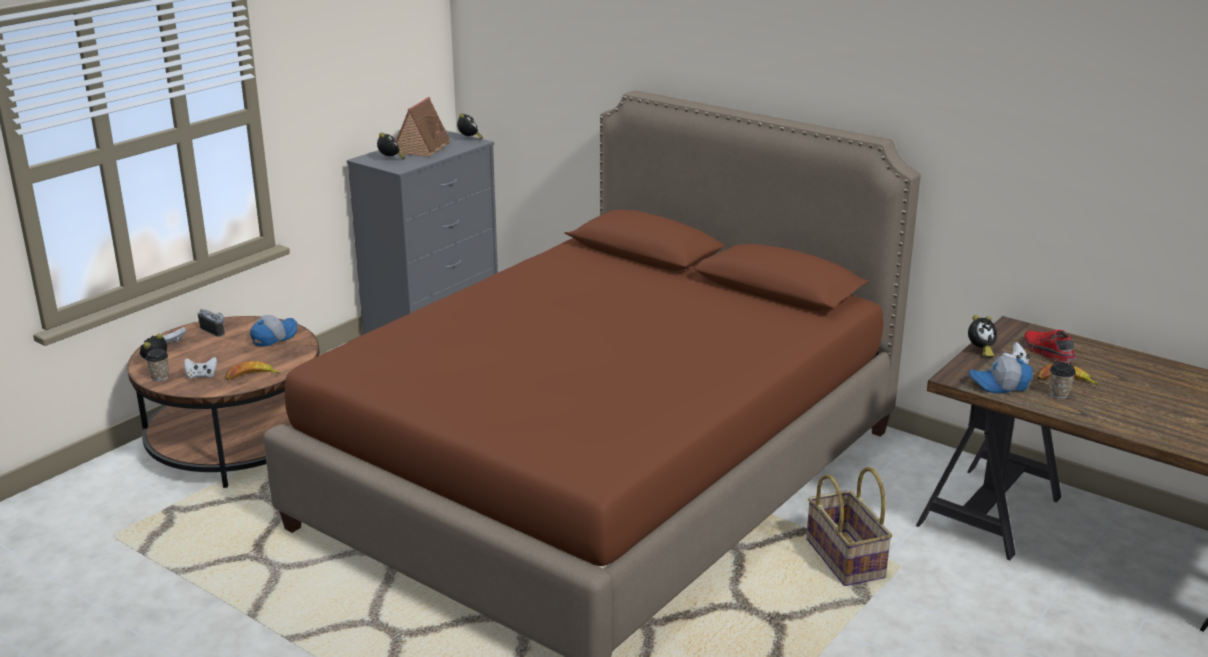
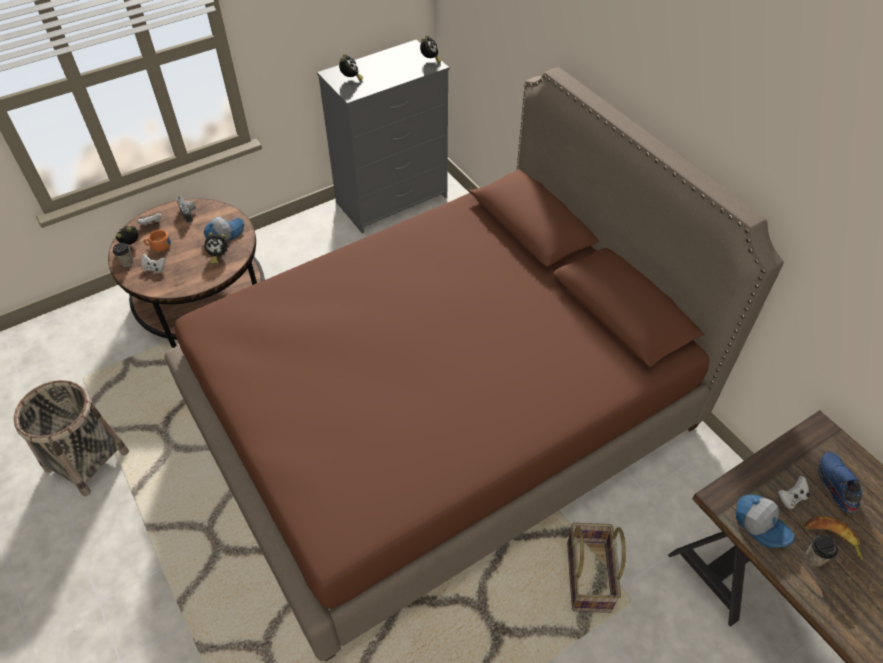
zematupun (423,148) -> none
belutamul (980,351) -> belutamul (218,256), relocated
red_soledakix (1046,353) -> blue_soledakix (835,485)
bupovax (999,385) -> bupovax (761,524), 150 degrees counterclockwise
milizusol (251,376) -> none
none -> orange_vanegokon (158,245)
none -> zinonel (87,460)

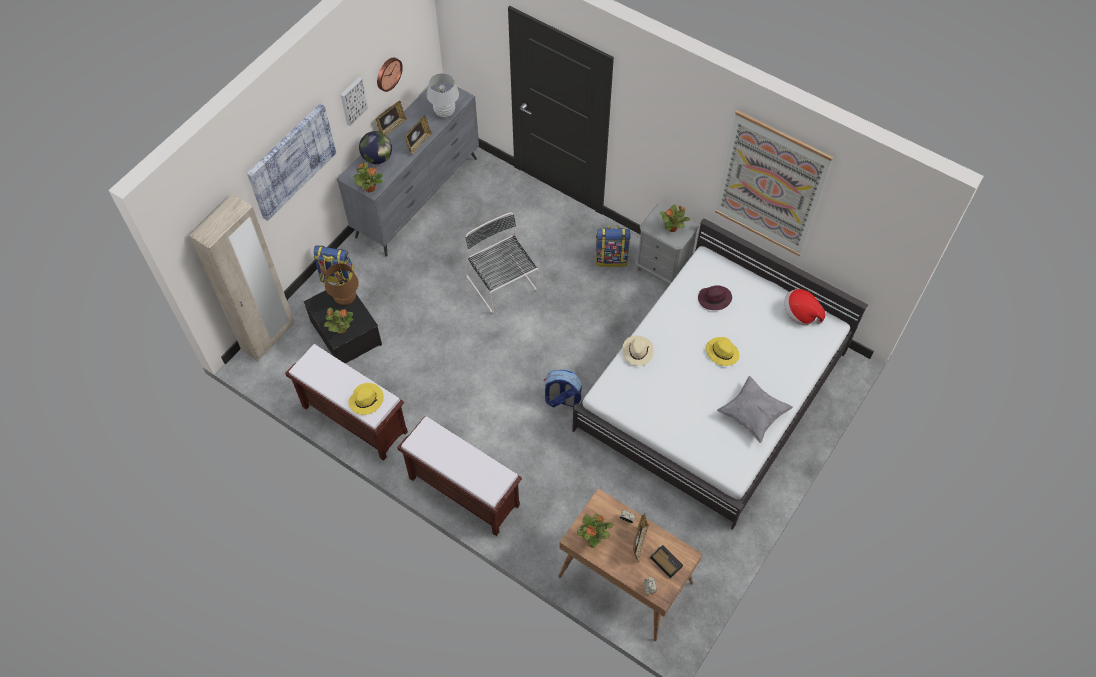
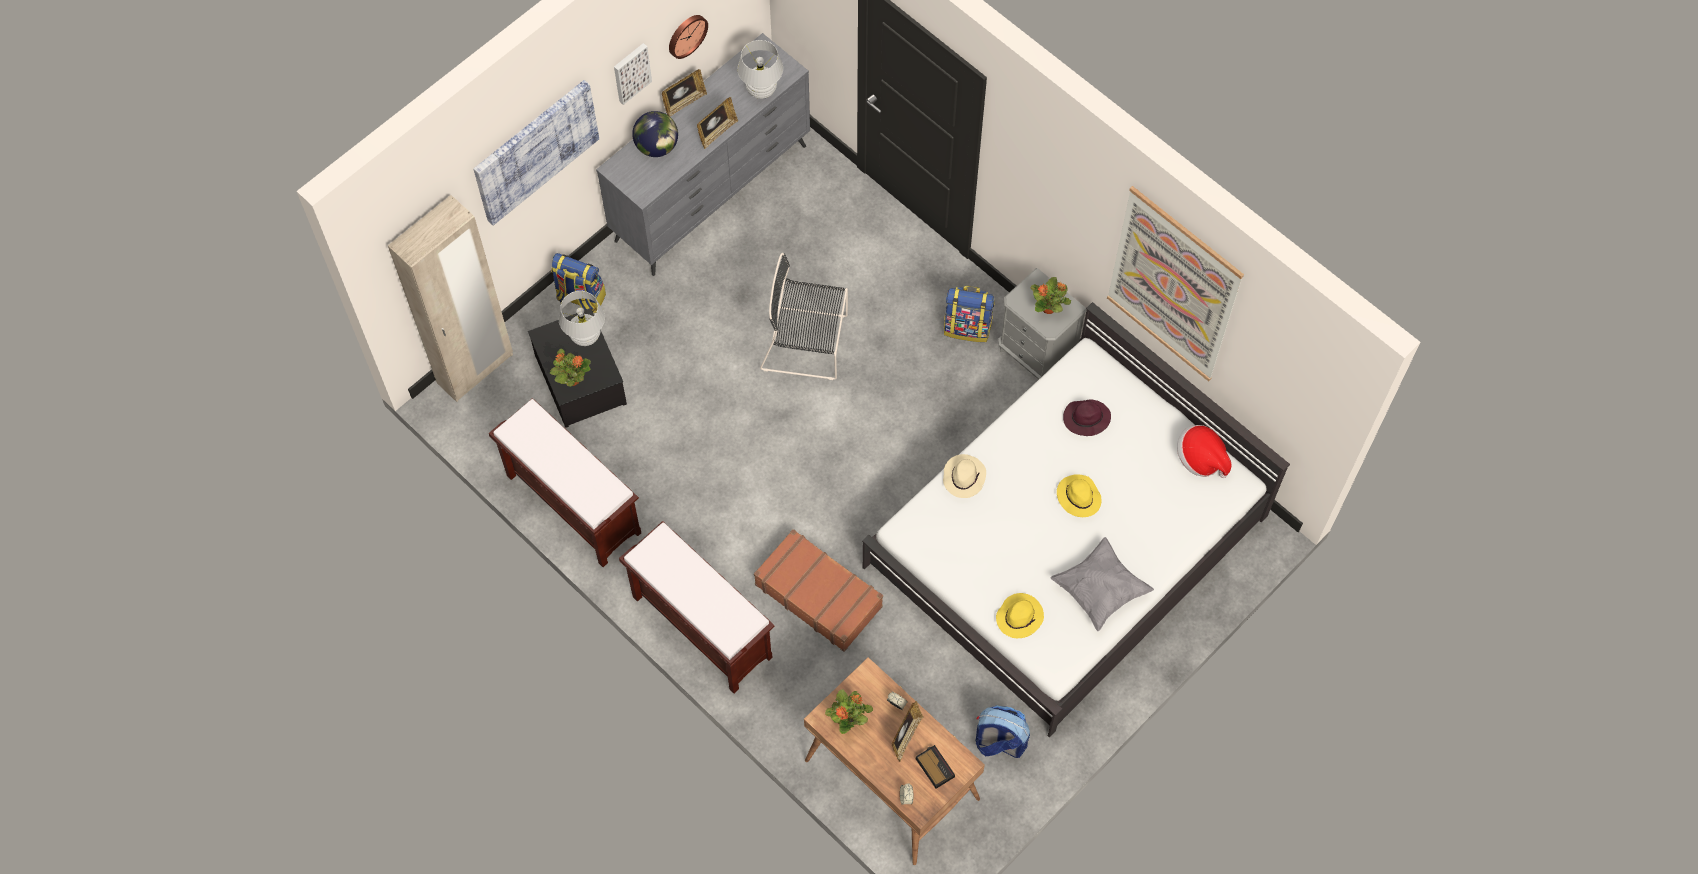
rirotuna (370,188) -> none
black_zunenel (502,285) -> black_zunenel (807,343), 60 degrees counterclockwise
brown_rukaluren (346,299) -> white_rukaluren (586,336)
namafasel (561,399) -> namafasel (999,742), relocated
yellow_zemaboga (366,399) -> yellow_zemaboga (1019,616), relocated
none -> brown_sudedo (819,594)

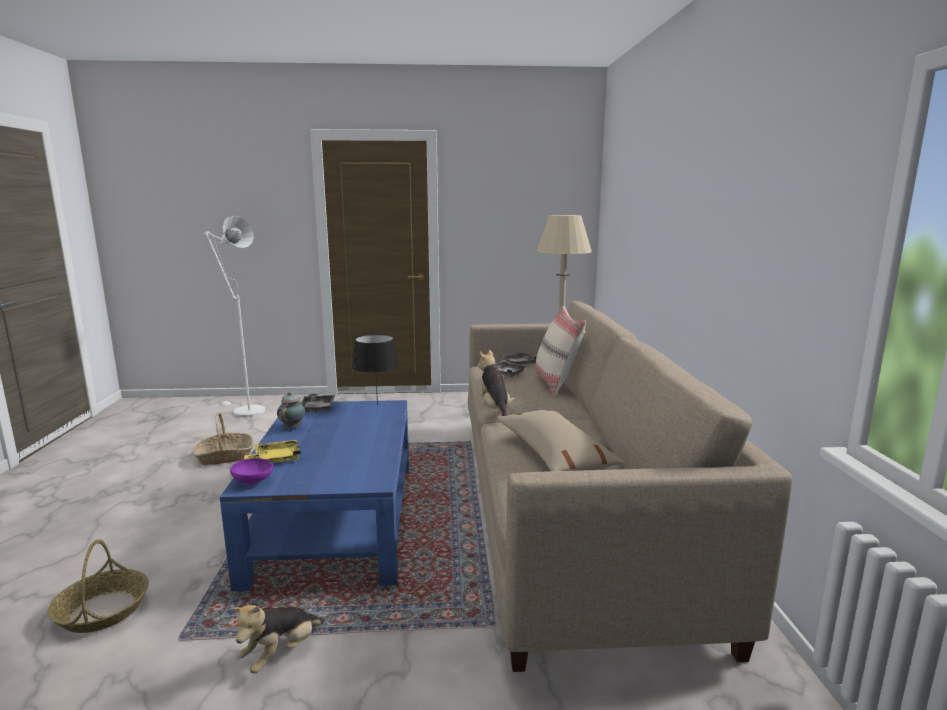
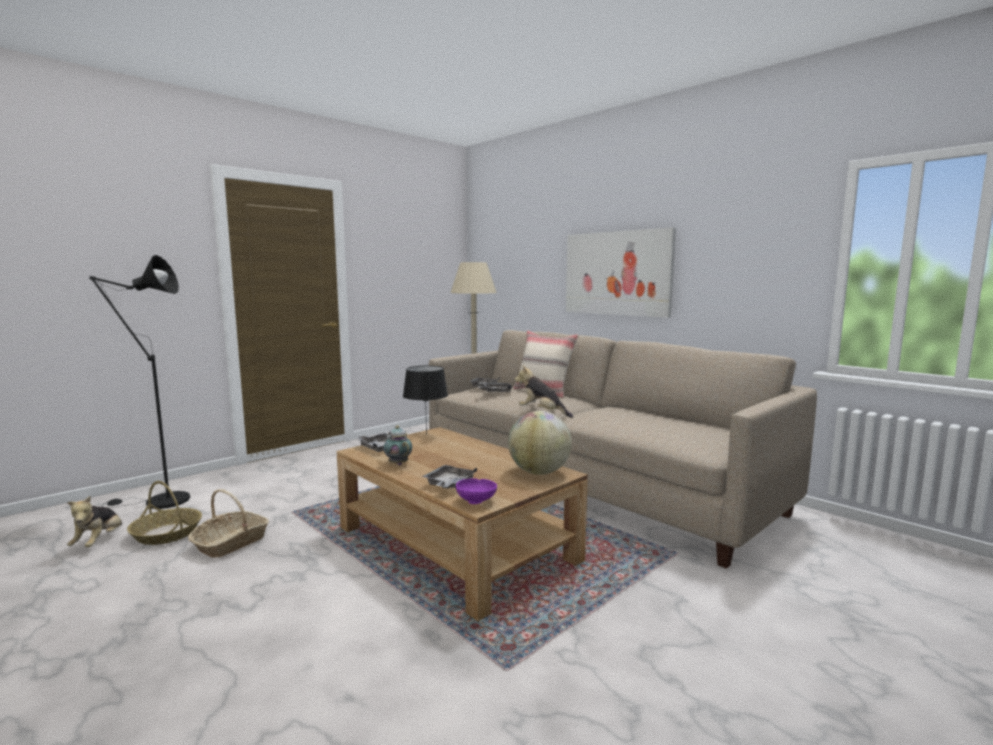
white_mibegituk (244,411) -> black_mibegituk (159,502)
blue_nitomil (336,519) -> brown_nitomil (455,544)
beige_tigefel (554,454) -> none
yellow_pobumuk (275,459) -> grey_pobumuk (449,484)
zinonel (102,610) -> zinonel (166,533), relocated
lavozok (281,653) -> lavozok (99,541), relocated
none -> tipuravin (617,273)
none -> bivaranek (539,472)

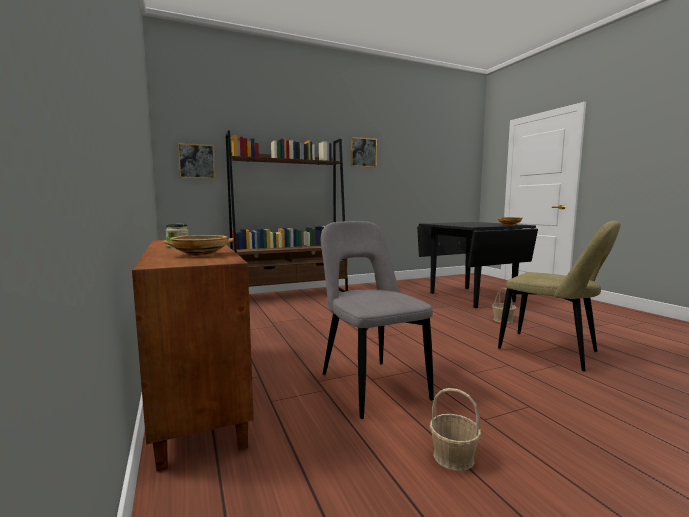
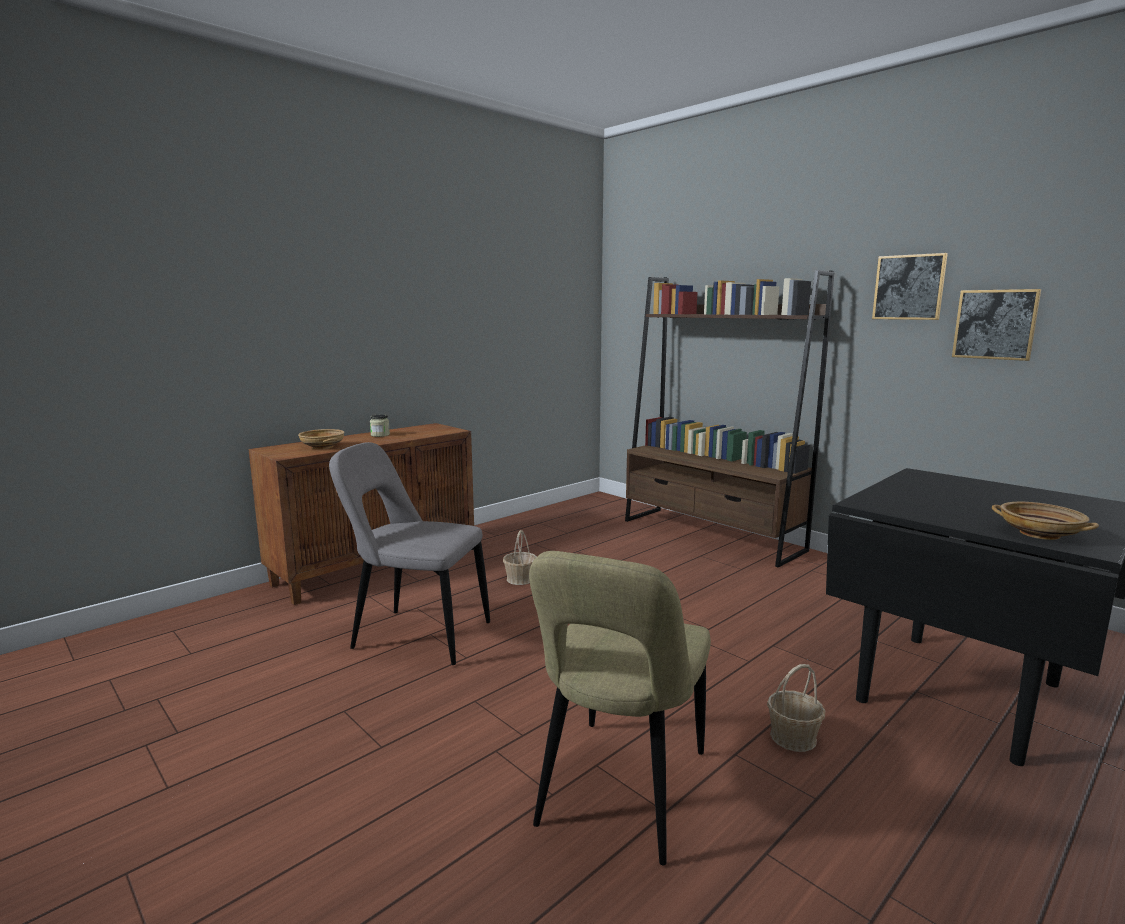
tipuravin (196,161) -> tipuravin (995,324), relocated
grey_zunenel (370,384) -> grey_zunenel (416,635), 120 degrees counterclockwise
zinonel (453,457) -> zinonel (520,579), relocated

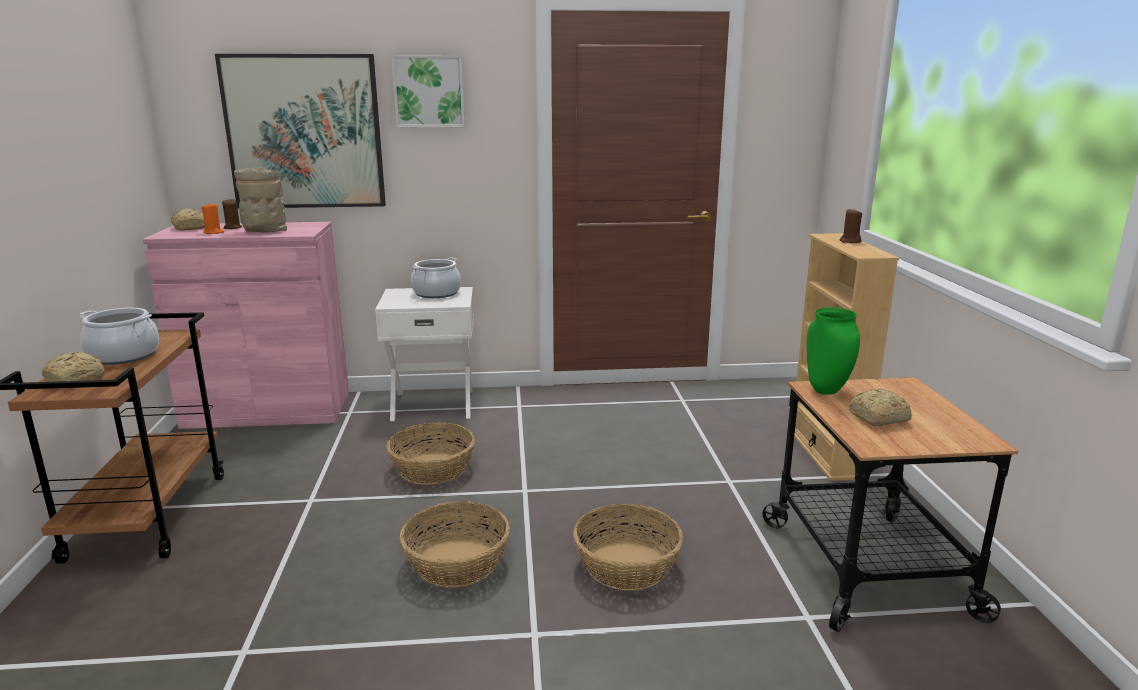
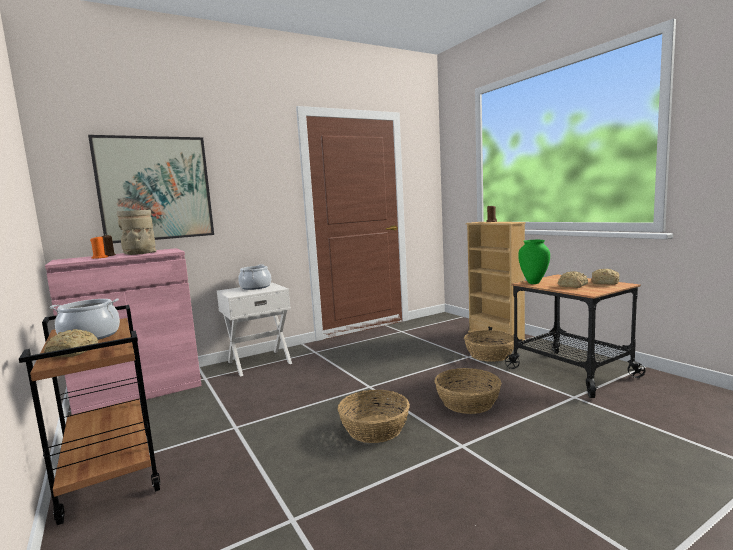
tipuravin (429,91) -> none
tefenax (190,228) -> tefenax (604,283), relocated
zinonel (432,469) -> zinonel (489,355), relocated

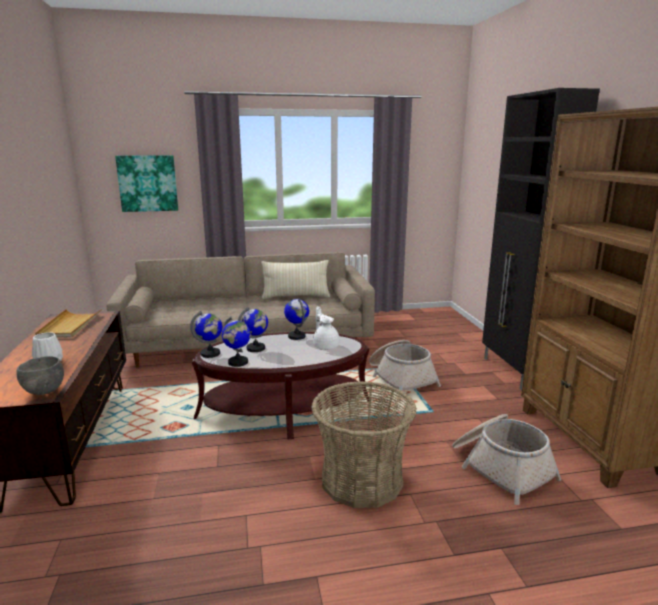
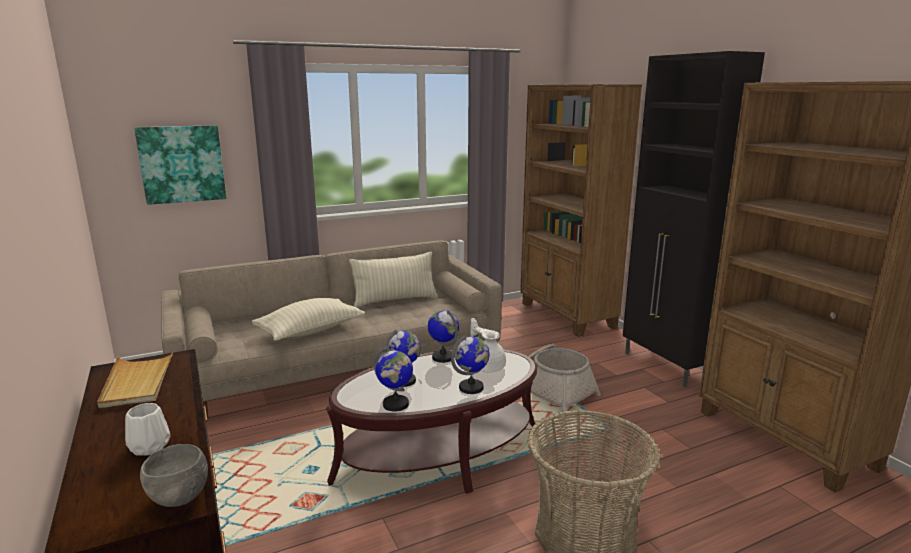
bivaranek (210,354) -> bivaranek (471,388), relocated
zinonel (500,467) -> none
none -> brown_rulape (567,315)
none -> beige_tigefel (310,331)

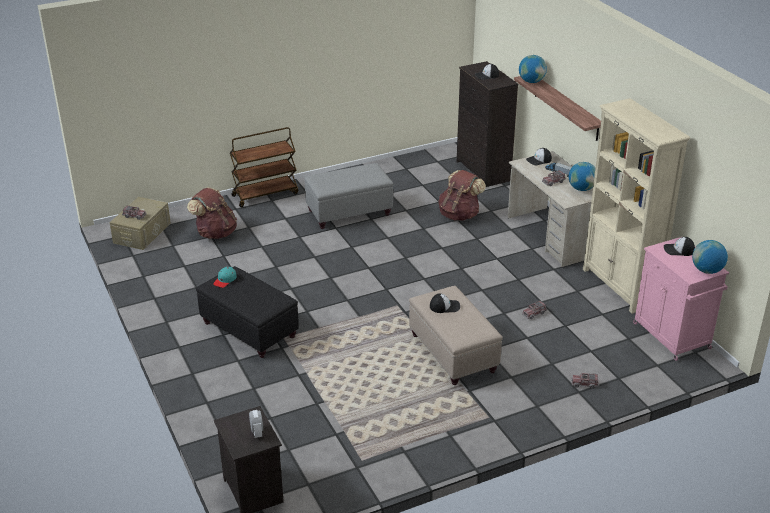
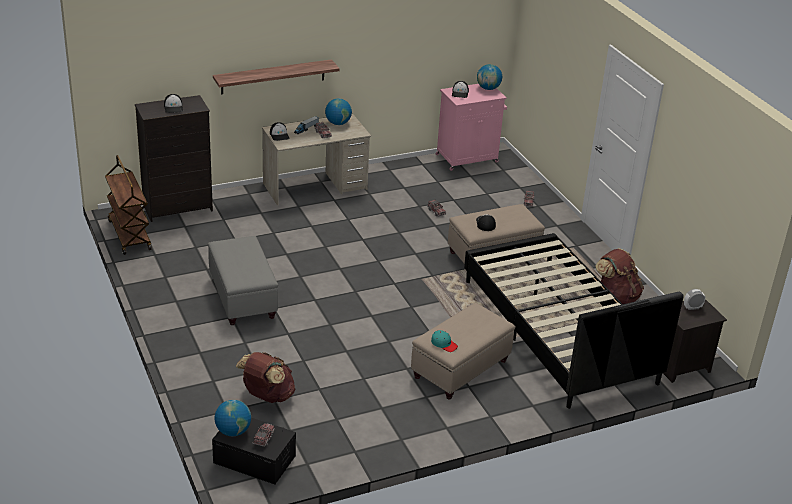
bivaranek (531,81) -> bivaranek (233,431), relocated
beige_rulape (620,287) -> none
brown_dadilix (265,194) -> brown_dadilix (129,235), relocated
brown_namafasel (459,215) -> brown_namafasel (616,297), relocated
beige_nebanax (142,233) -> black_nebanax (254,459)
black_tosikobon (249,329) -> beige_tosikobon (460,369)
none -> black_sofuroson (557,331)

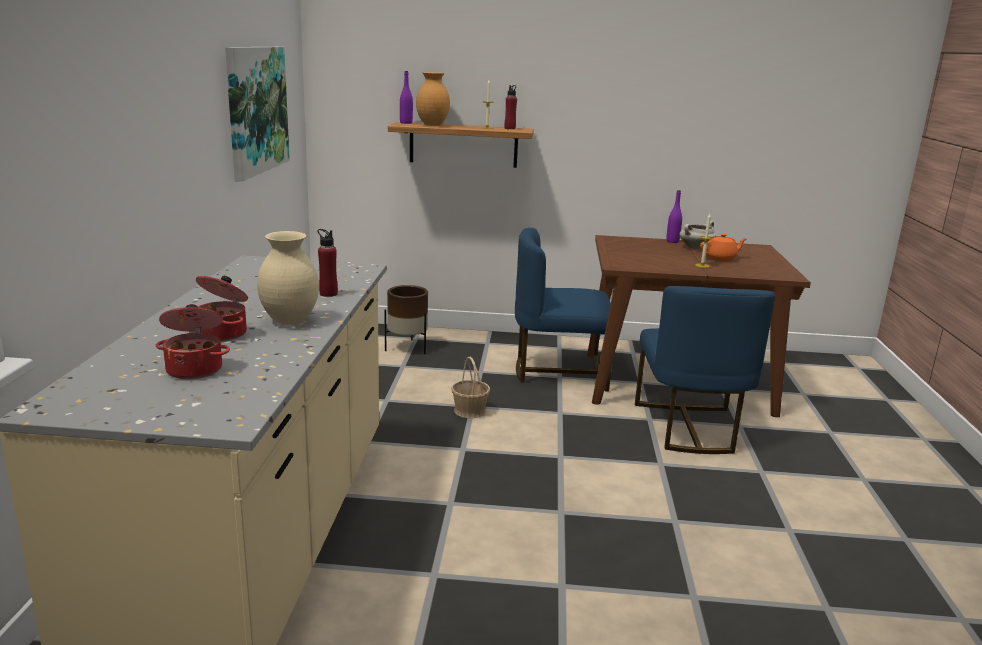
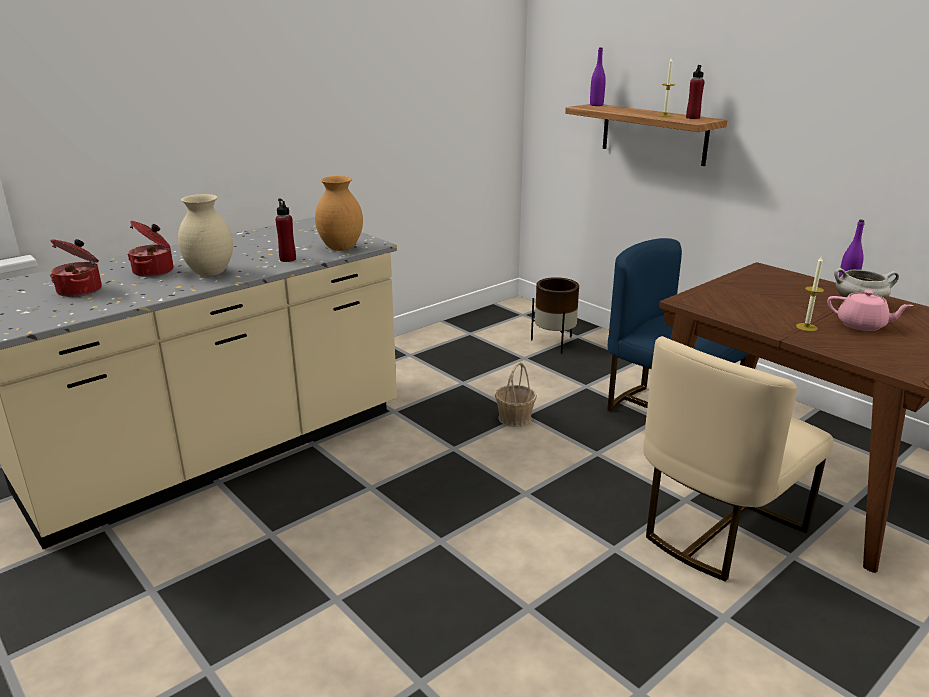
tipuravin (256,109) -> none
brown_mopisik (432,125) -> brown_mopisik (340,248), relocated
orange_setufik (721,258) -> pink_setufik (862,325)
blue_zunenel (689,428) -> beige_zunenel (717,529)

